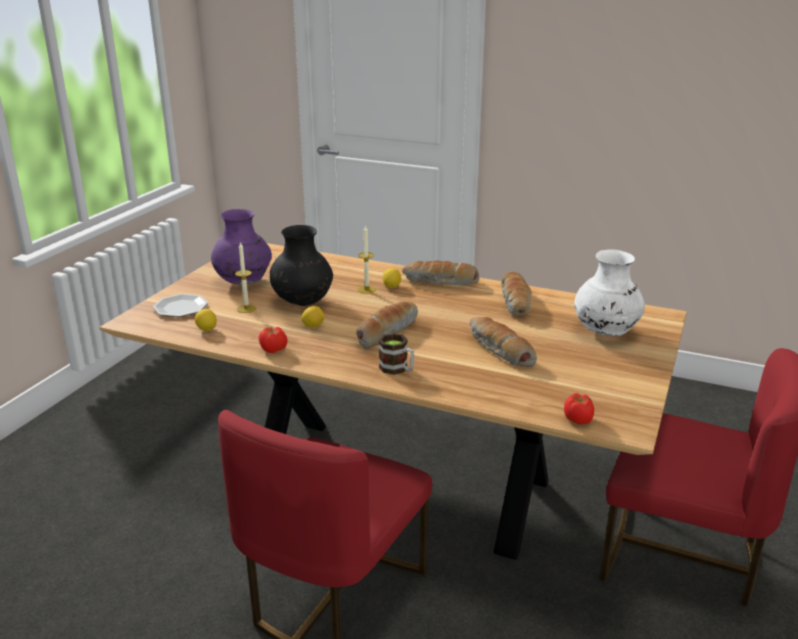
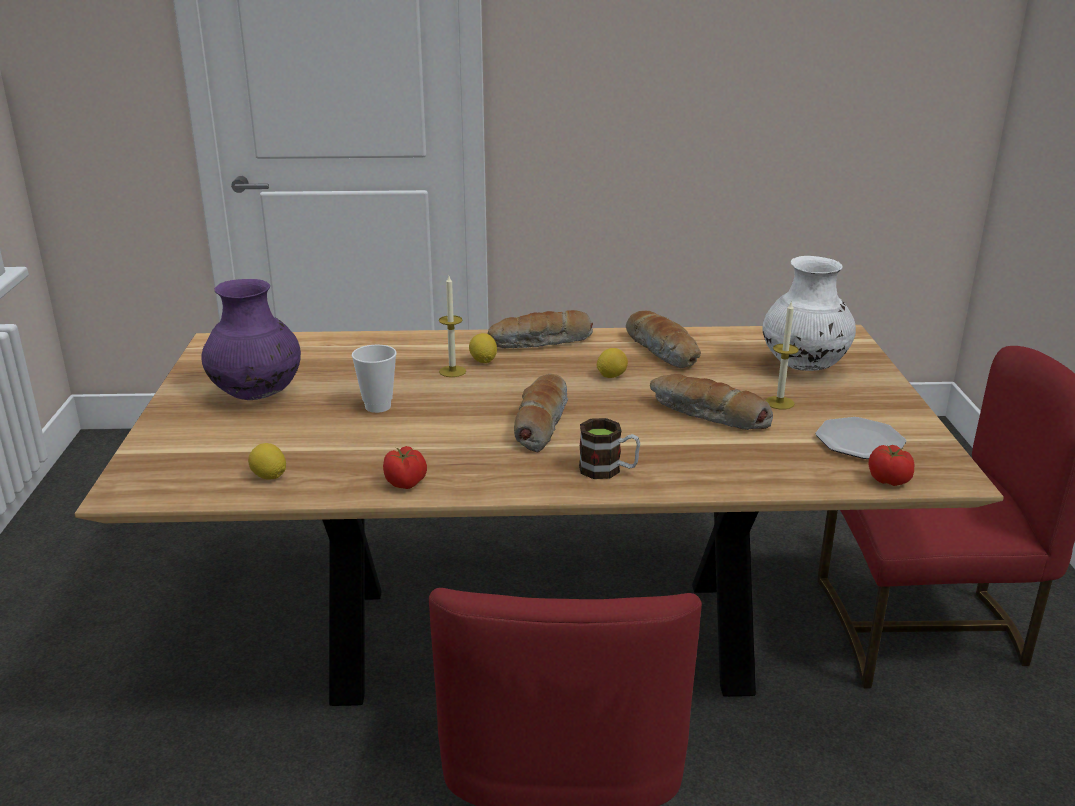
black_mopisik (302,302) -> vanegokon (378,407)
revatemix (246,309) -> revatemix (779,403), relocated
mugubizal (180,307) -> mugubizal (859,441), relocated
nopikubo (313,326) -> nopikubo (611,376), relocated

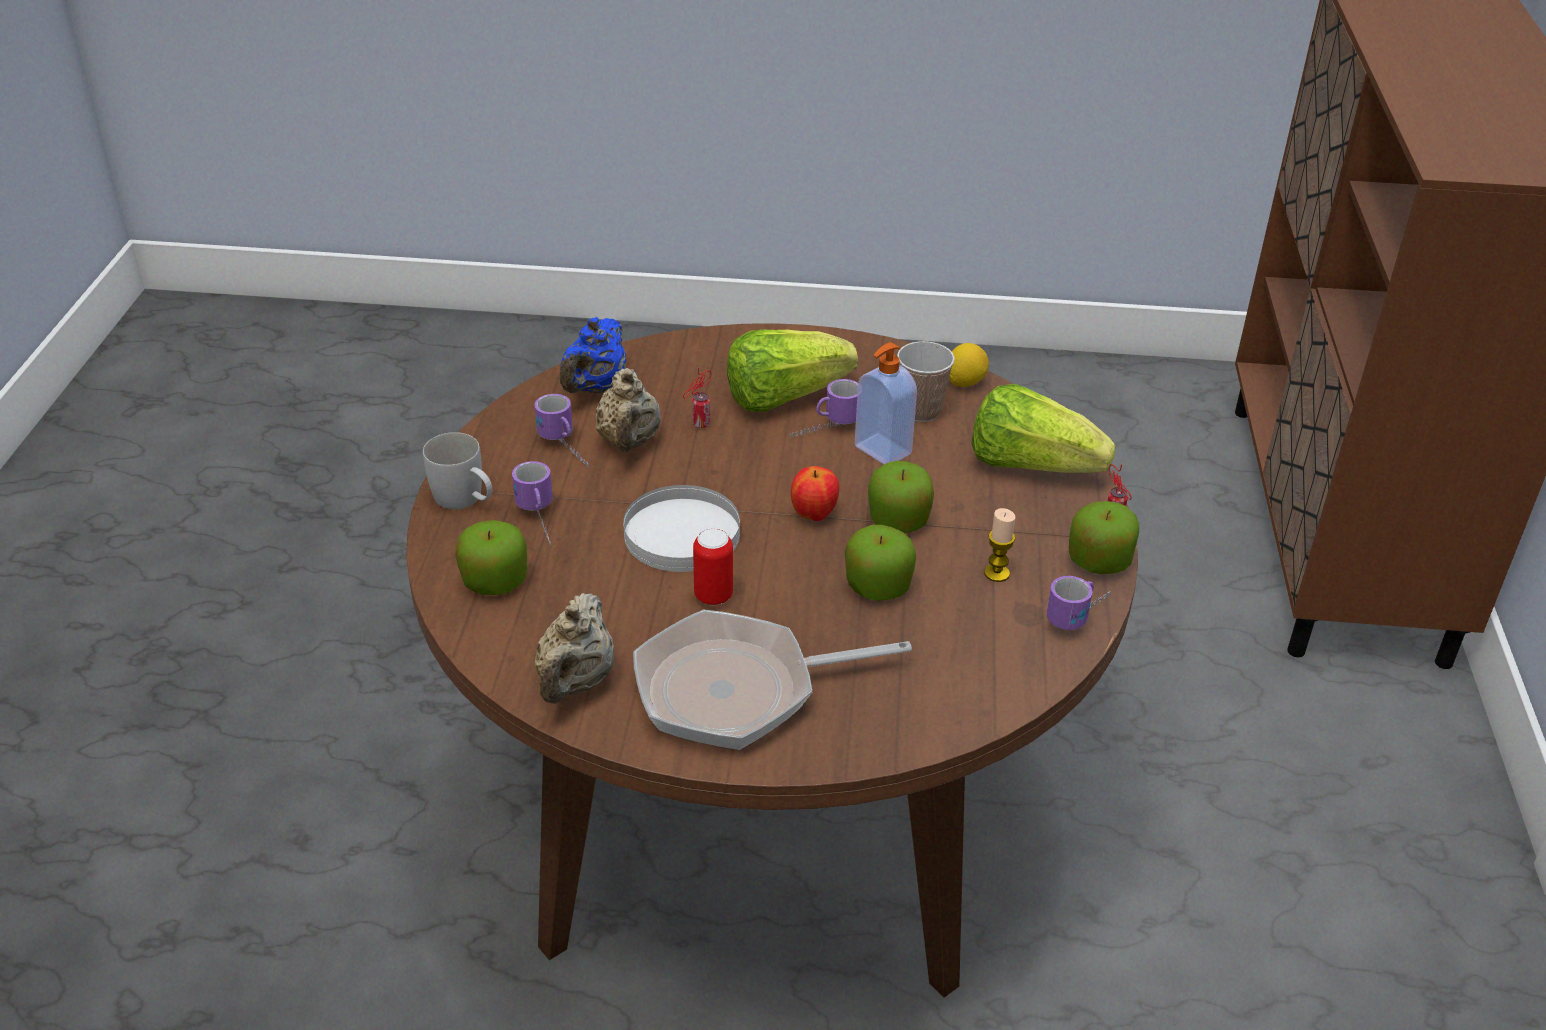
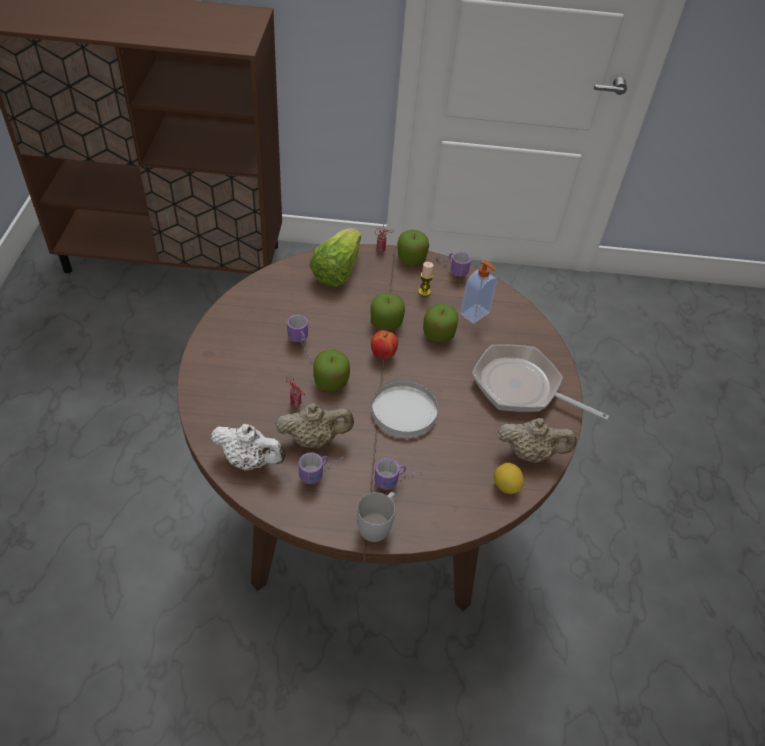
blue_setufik (595,388) -> white_setufik (250,460)
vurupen (783,397) -> none
vanegokon (920,411) -> none
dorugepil (881,451) -> dorugepil (475,314), relocated
nopikubo (964,382) -> nopikubo (506,486), relocated
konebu (494,581) -> konebu (331,381), relocated
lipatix (713,596) -> none
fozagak (738,690) -> fozagak (522,388), 135 degrees clockwise

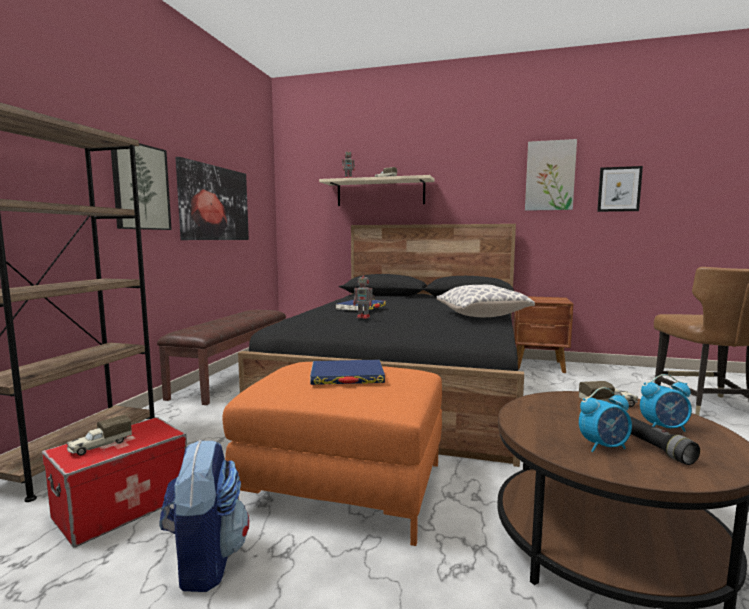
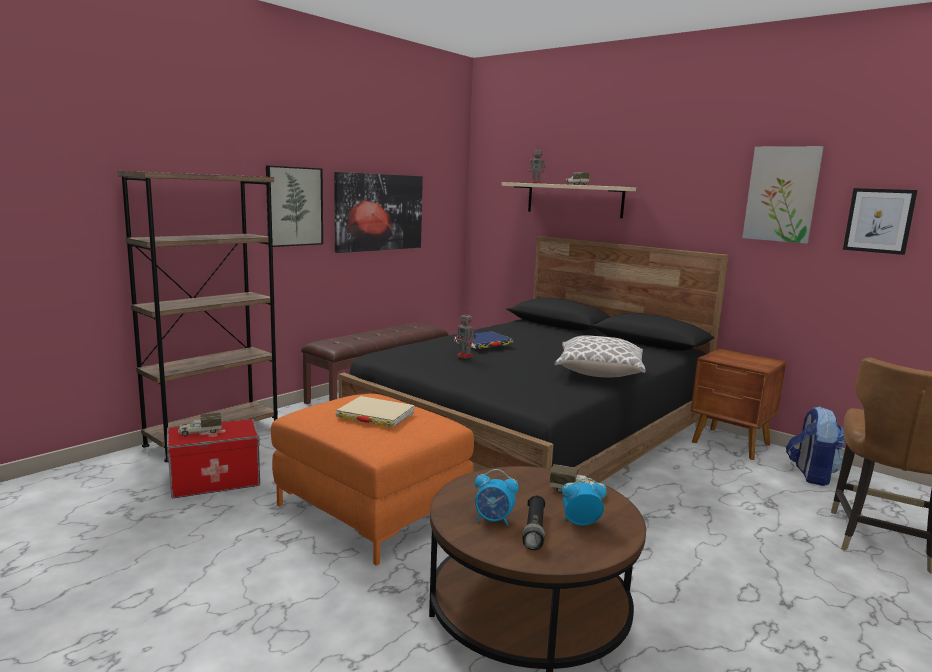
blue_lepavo (347,376) -> beige_lepavo (375,415)
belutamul (664,428) -> belutamul (580,523), 150 degrees clockwise
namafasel (205,561) -> namafasel (811,475), relocated

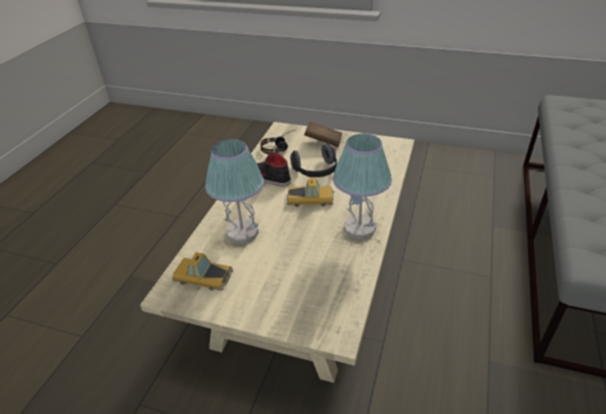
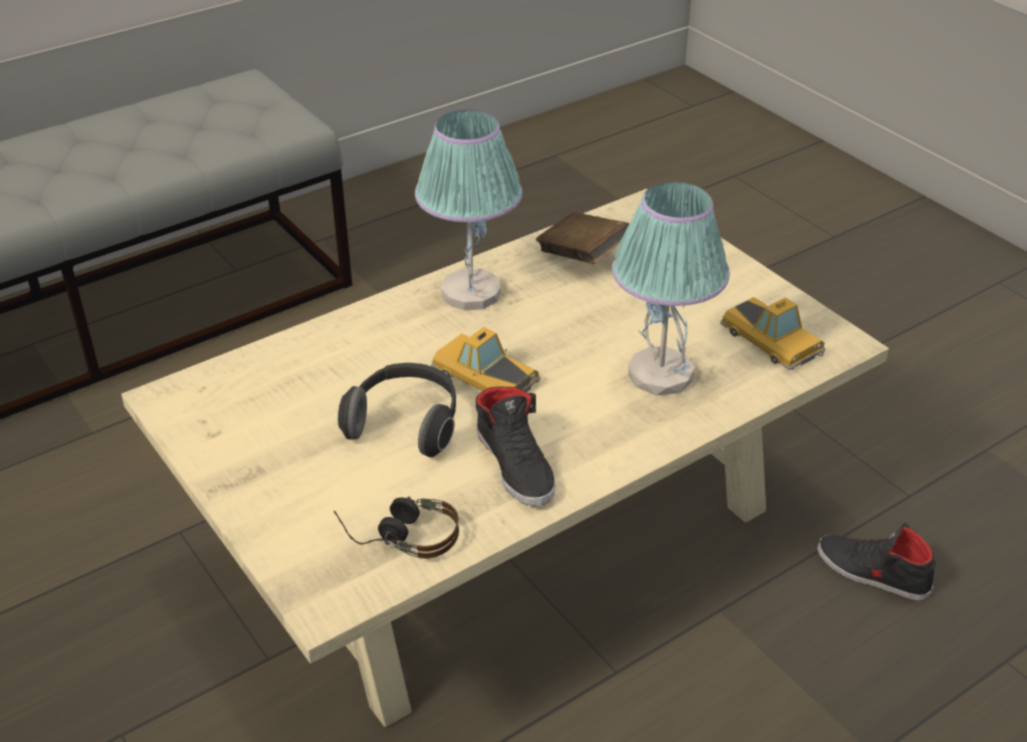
brown_lepavo (323,143) -> brown_lepavo (582,256), relocated
none -> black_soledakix (872,573)

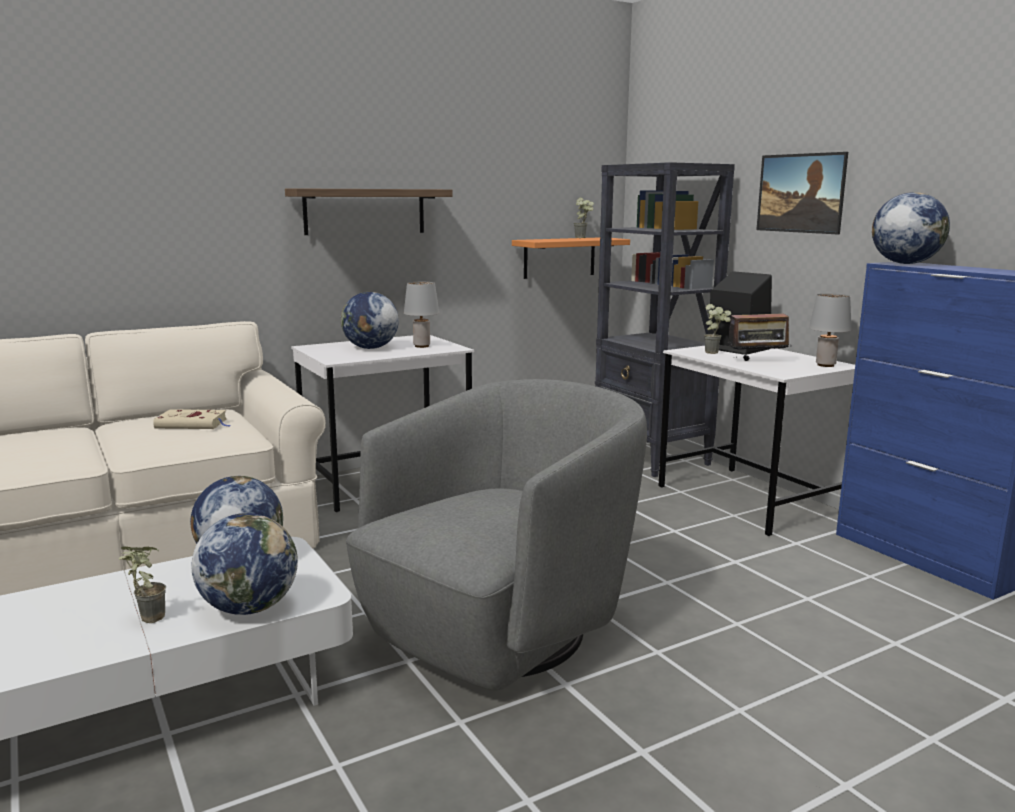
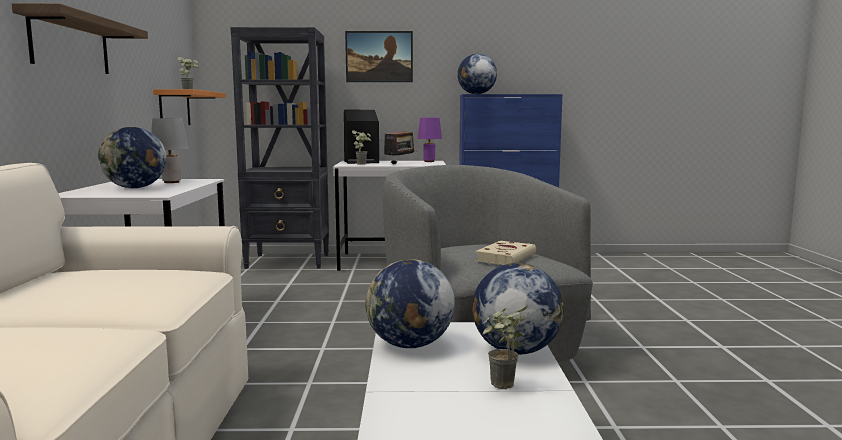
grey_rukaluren (826,365) -> purple_rukaluren (429,161)
beige_lepavo (193,424) -> beige_lepavo (506,257), relocated

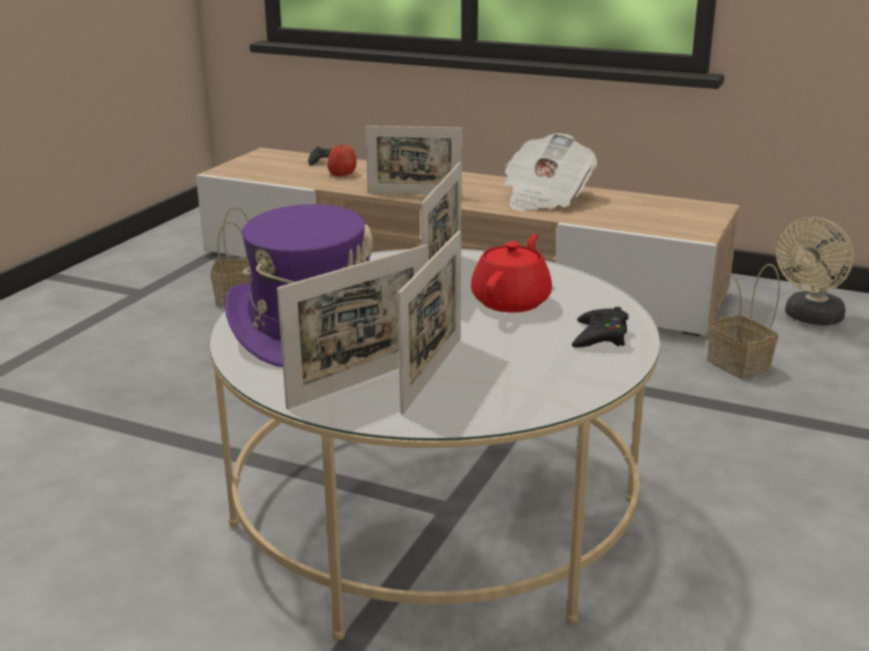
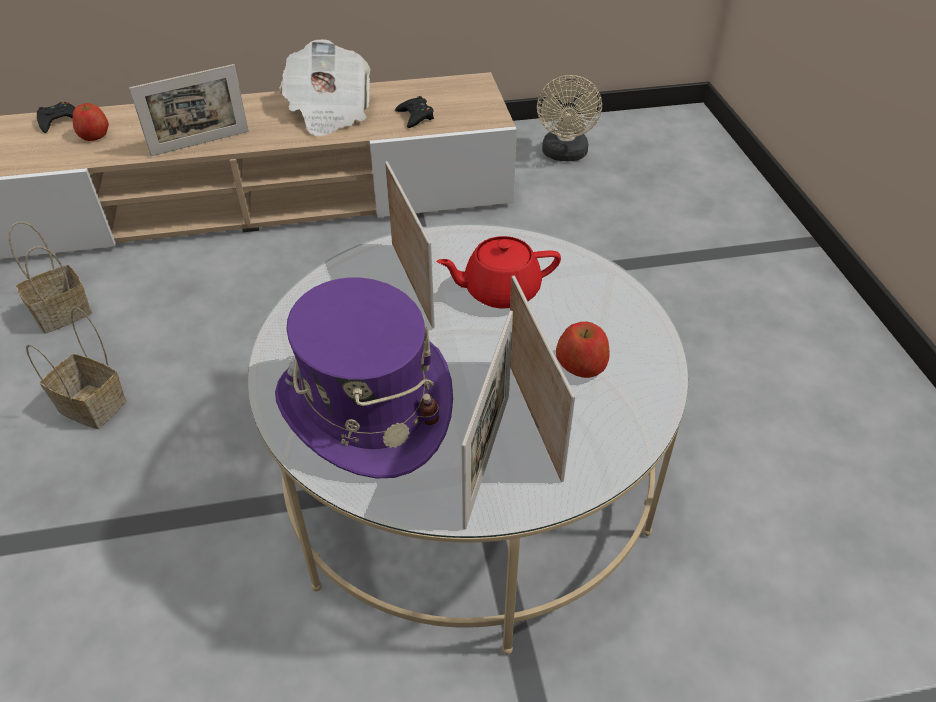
red_setufik (512,301) -> red_setufik (500,291), 90 degrees counterclockwise
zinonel (740,365) -> zinonel (95,406), relocated
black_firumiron (600,336) -> black_firumiron (415,116), relocated
none -> konebu (581,365)

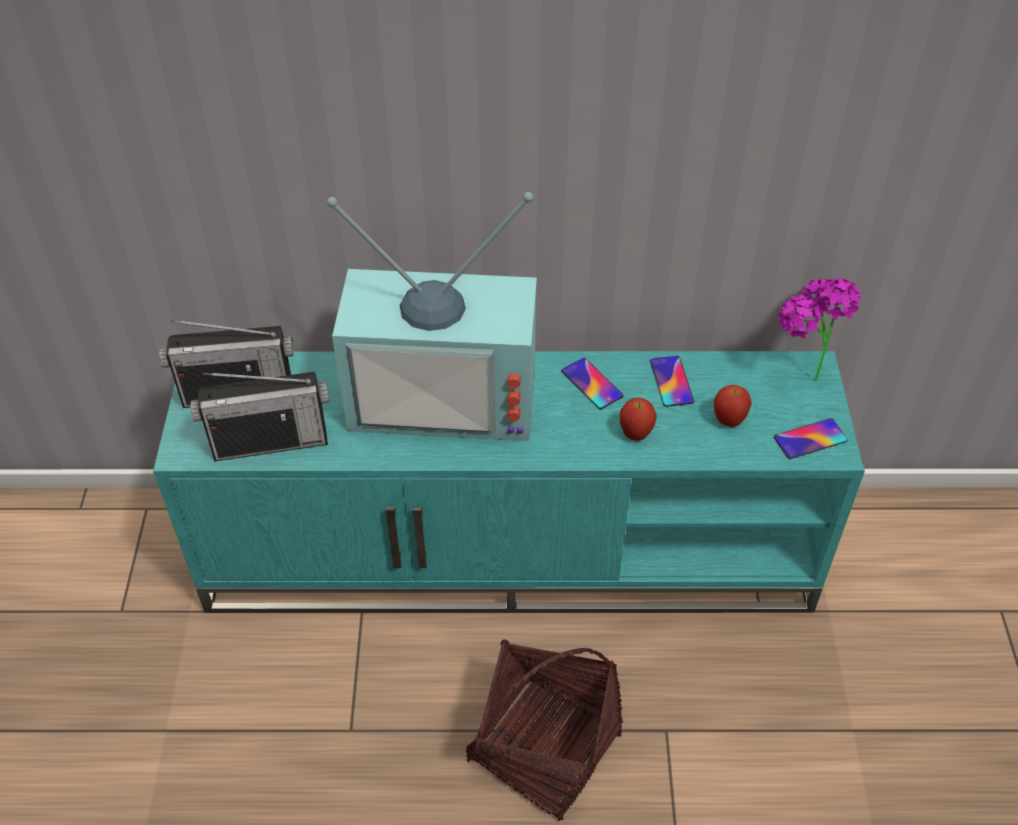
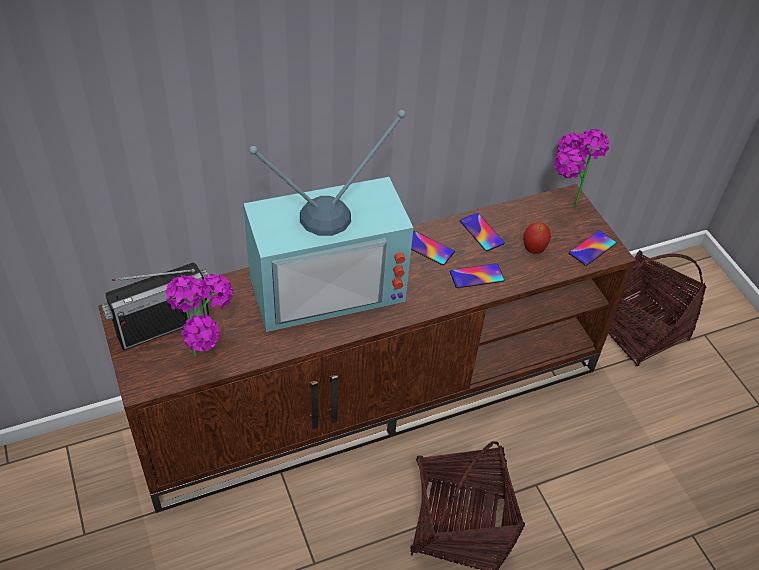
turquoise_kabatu (512,551) -> brown_kabatu (371,391)
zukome (270,442) -> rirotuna (210,357)
konebu (635,434) -> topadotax (476,276)
none -> zinonel (639,329)

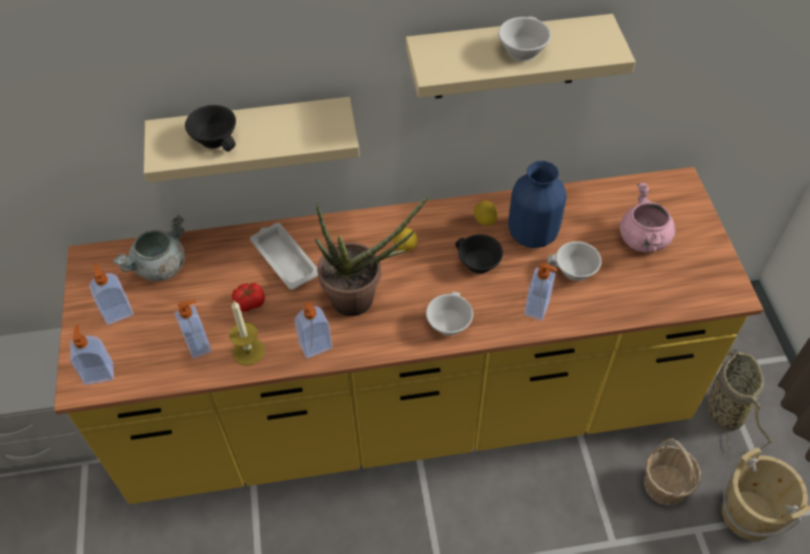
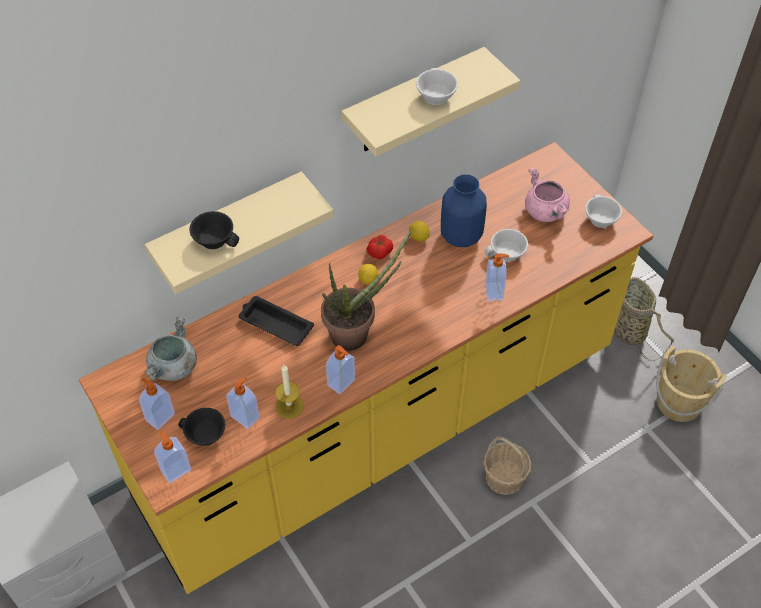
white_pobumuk (284,258) -> black_pobumuk (275,323)
black_vanegokon (477,263) -> black_vanegokon (204,435), relocated
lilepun (249,302) -> lilepun (379,251), relocated
white_vanegokon (447,322) -> white_vanegokon (599,219), relocated
zinonel (665,484) -> zinonel (504,477), relocated

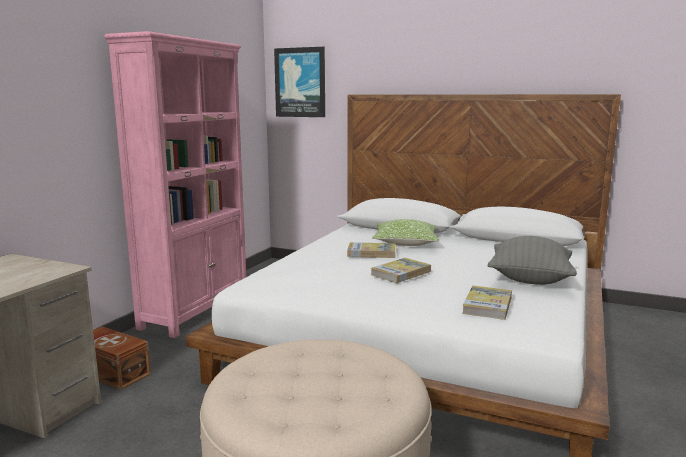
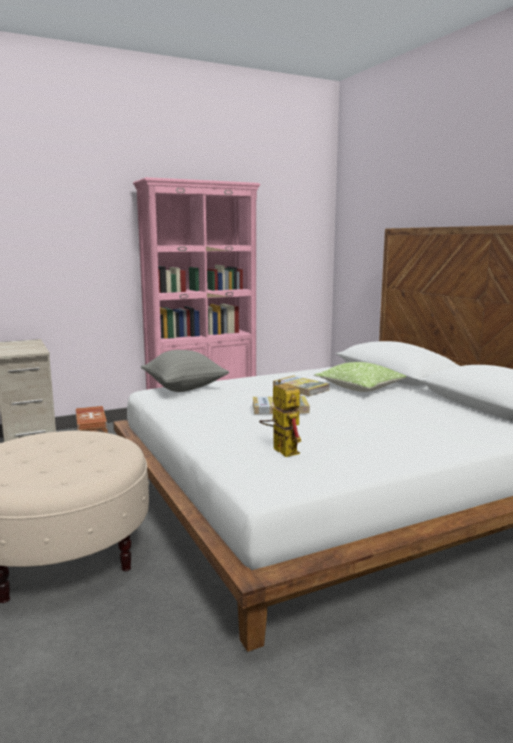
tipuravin (300,82) -> none
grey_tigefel (530,279) -> grey_tigefel (184,388), relocated
lepavo (487,305) -> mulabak (280,449)

